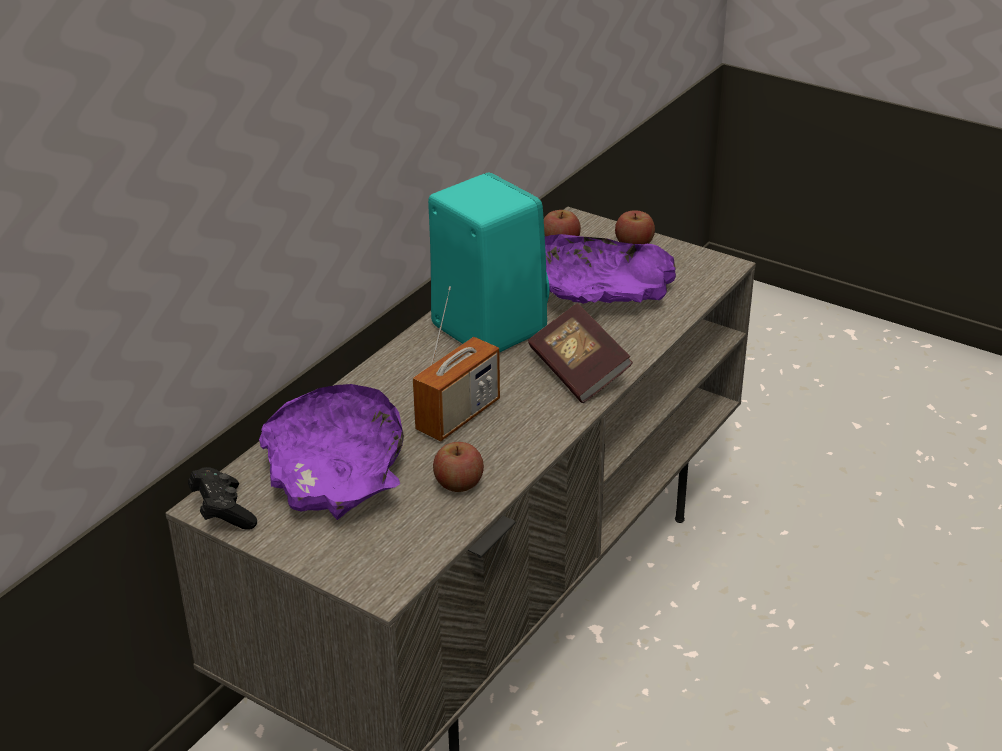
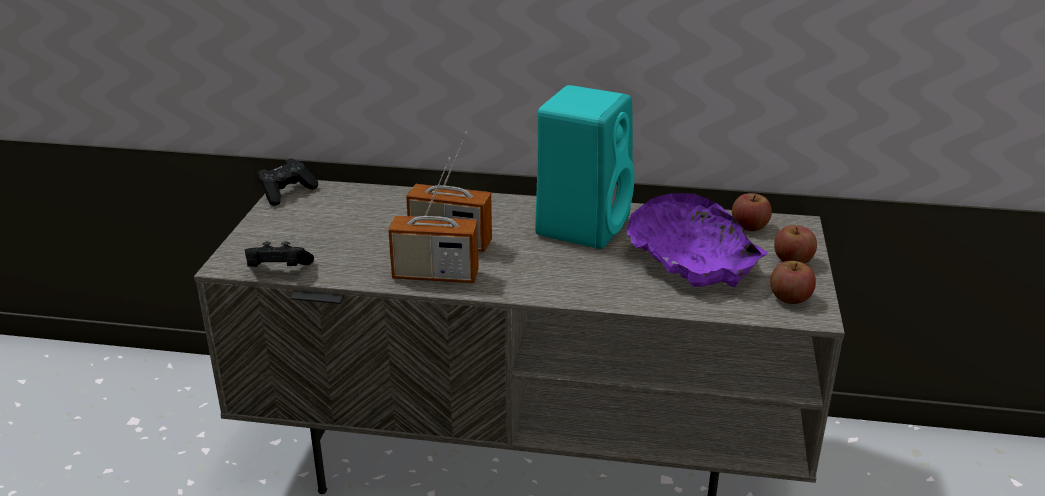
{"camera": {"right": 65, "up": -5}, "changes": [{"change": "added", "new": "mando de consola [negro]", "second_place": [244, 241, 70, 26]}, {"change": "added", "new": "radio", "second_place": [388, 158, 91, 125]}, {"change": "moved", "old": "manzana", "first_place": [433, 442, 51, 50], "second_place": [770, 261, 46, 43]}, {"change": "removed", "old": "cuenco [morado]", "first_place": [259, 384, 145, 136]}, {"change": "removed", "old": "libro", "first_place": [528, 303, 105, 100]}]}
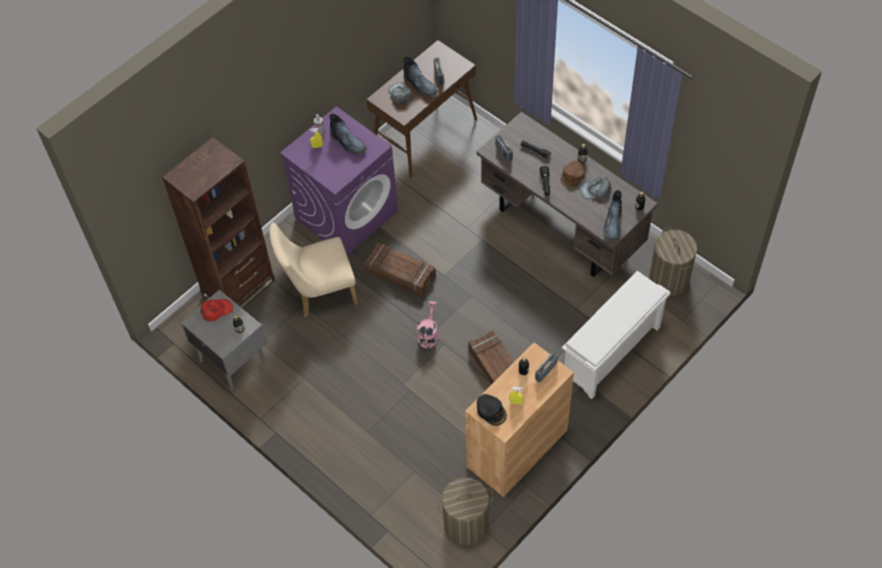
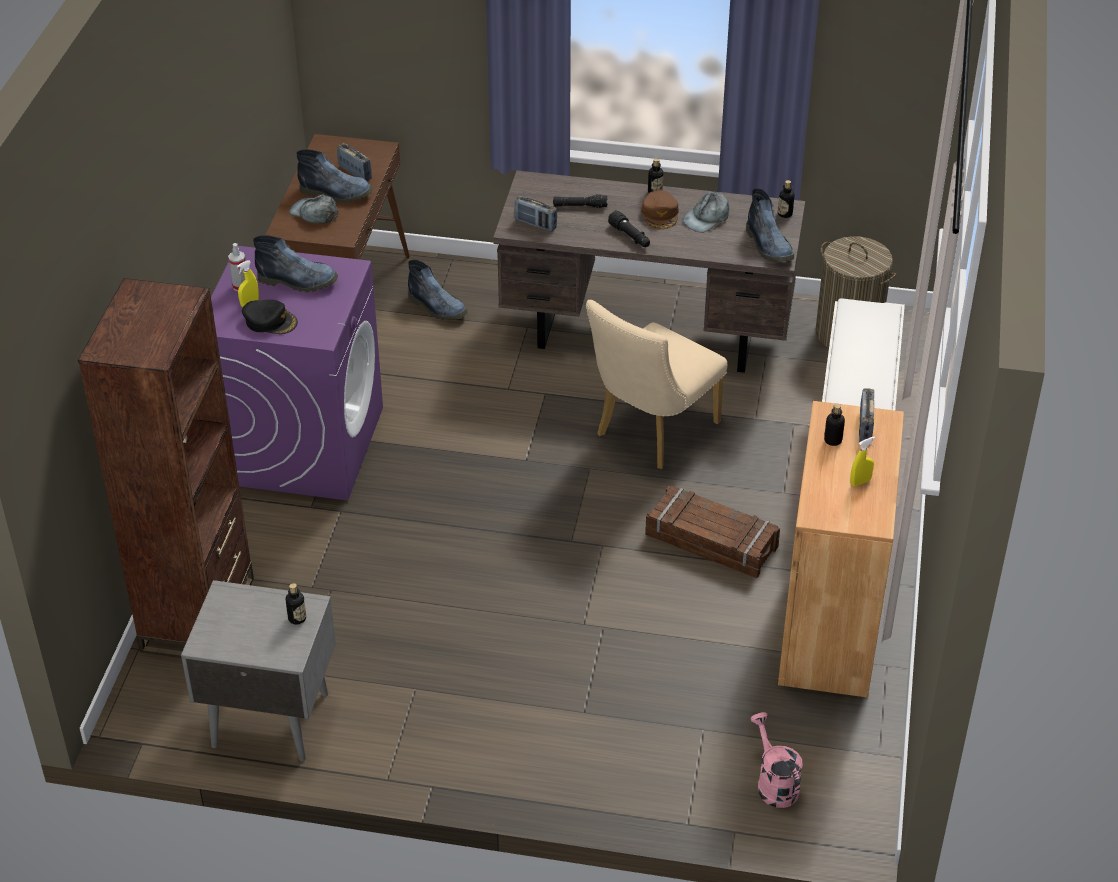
{"camera": {"right": -35, "up": -15}, "changes": [{"change": "moved", "old": "gorra [negro]", "first_place": [477, 394, 30, 32], "second_place": [242, 300, 56, 34]}, {"change": "added", "new": "bota", "second_place": [408, 260, 60, 60]}, {"change": "moved", "old": "silla [beis]", "first_place": [270, 223, 88, 94], "second_place": [586, 300, 141, 169]}, {"change": "moved", "old": "regadera [rosa]", "first_place": [417, 301, 21, 47], "second_place": [750, 712, 53, 96]}, {"change": "removed", "old": "gorra [rojo]", "first_place": [200, 299, 33, 22]}, {"change": "removed", "old": "caja de embalaje", "first_place": [364, 243, 72, 53]}, {"change": "removed", "old": "cesto de la ropa", "first_place": [437, 477, 57, 69]}]}
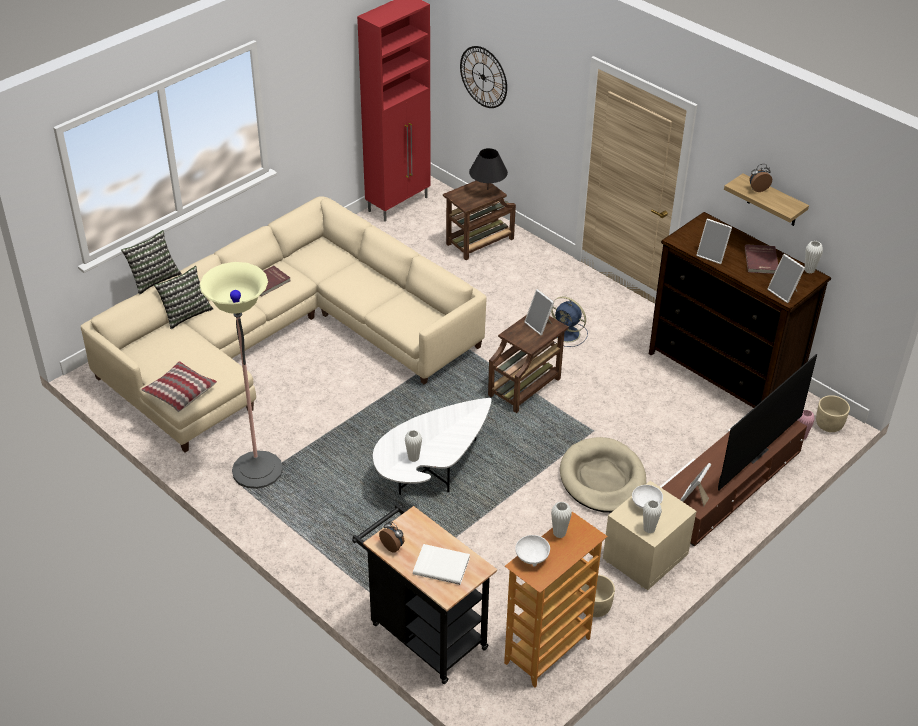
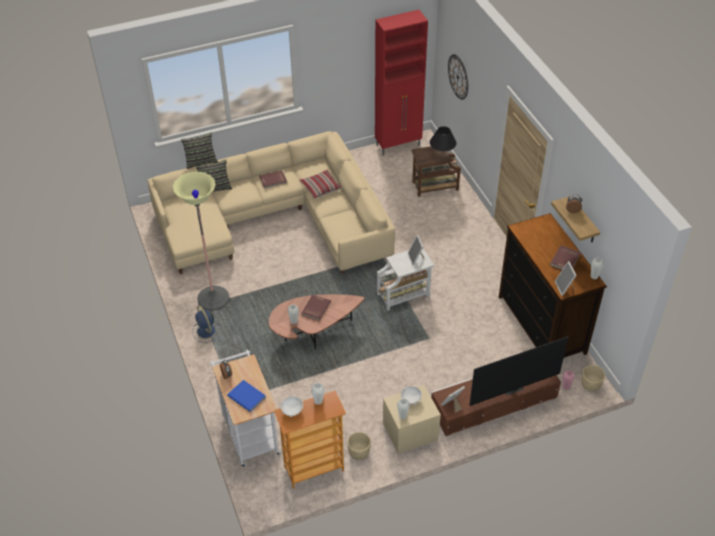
{"camera": {"right": 25, "up": 5}, "changes": [{"change": "moved", "old": "ventilador [azul]", "first_place": [551, 296, 37, 51], "second_place": [192, 305, 25, 38]}, {"change": "recoloured", "old": "carrito [negro]", "new": "carrito [blanco]", "first_place": [352, 504, 145, 180], "second_place": [210, 350, 71, 117]}, {"change": "recoloured", "old": "libro [blanco]", "new": "libro [azul]", "first_place": [413, 544, 57, 41], "second_place": [227, 380, 39, 32]}, {"change": "recoloured", "old": "mesa de centro [blanco]", "new": "mesa de centro [marrón]", "first_place": [373, 398, 119, 97], "second_place": [269, 294, 95, 55]}, {"change": "moved", "old": "cojín", "first_place": [141, 361, 76, 51], "second_place": [299, 170, 42, 29]}, {"change": "added", "new": "libro [rojo]", "second_place": [302, 295, 29, 26]}, {"change": "recoloured", "old": "mesa auxiliar [marrón]", "new": "mesa auxiliar [blanco]", "first_place": [488, 315, 81, 98], "second_place": [377, 249, 58, 62]}, {"change": "removed", "old": "cama para perro [beis]", "first_place": [560, 437, 86, 76]}, {"change": "removed", "old": "portarretratos", "first_place": [696, 219, 36, 45]}]}
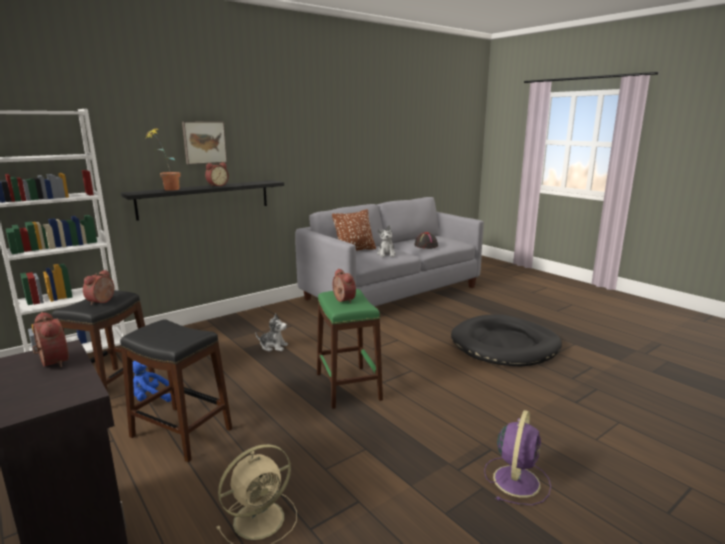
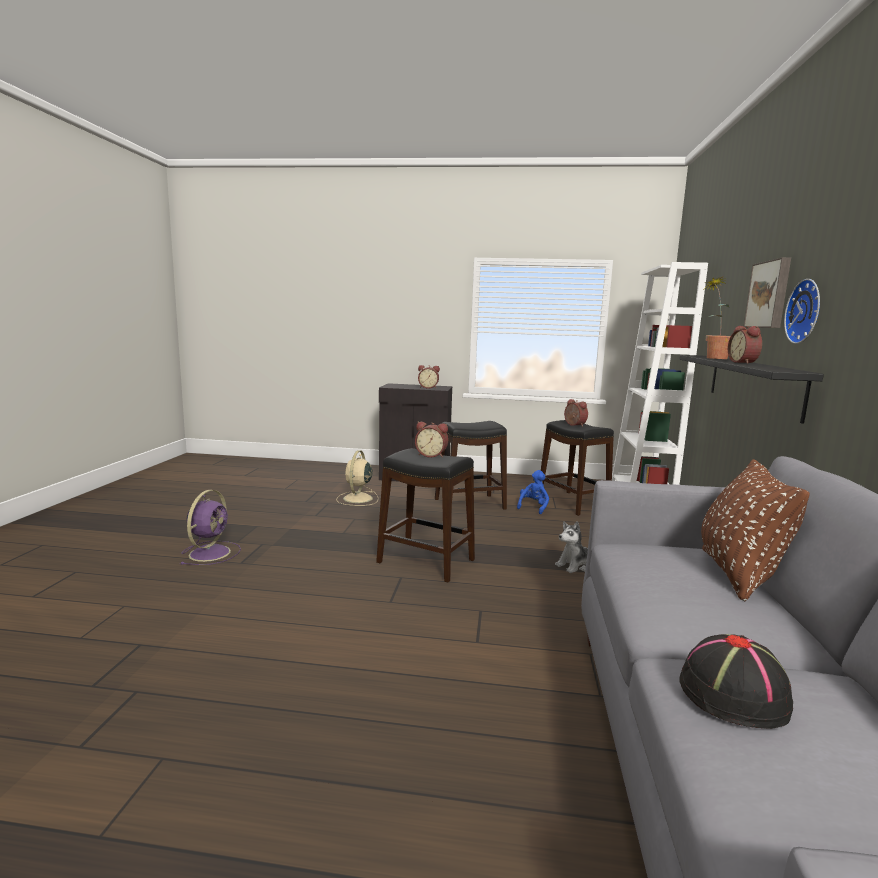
{"camera": {"right": 135, "up": -5}, "changes": [{"change": "turned", "old": "ventilador [morado]", "first_place": [484, 410, 67, 95], "second_place": [180, 490, 61, 75], "degrees": -150}, {"change": "recoloured", "old": "taburete [verde]", "new": "taburete [negro]", "first_place": [317, 289, 66, 120], "second_place": [376, 448, 99, 134]}, {"change": "added", "new": "reloj de pared", "second_place": [784, 279, 36, 65]}, {"change": "removed", "old": "peluche", "first_place": [377, 225, 19, 32]}, {"change": "removed", "old": "cama para perro [negro]", "first_place": [451, 314, 111, 53]}]}
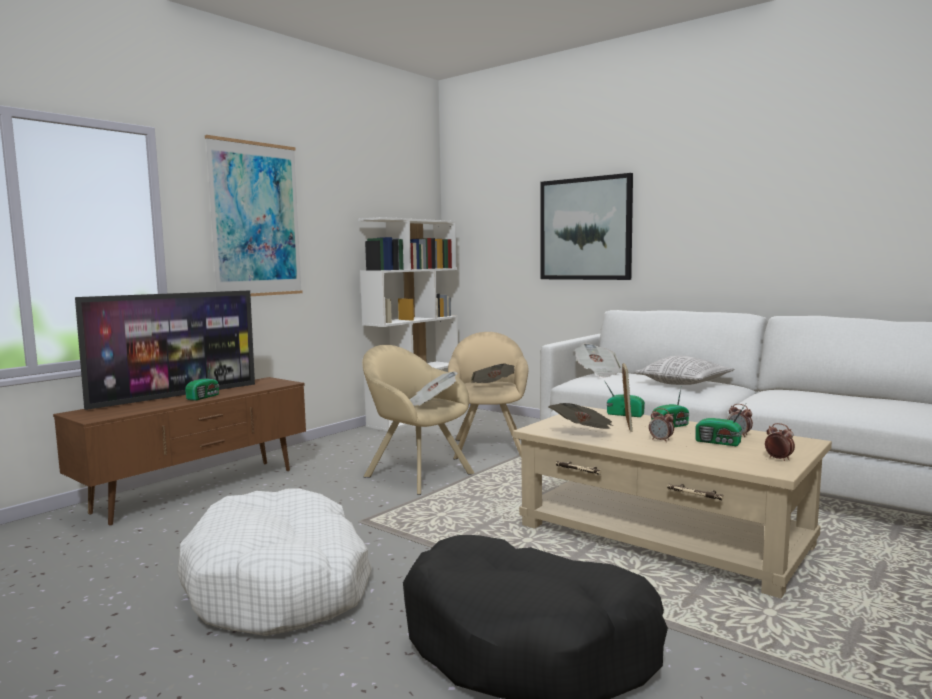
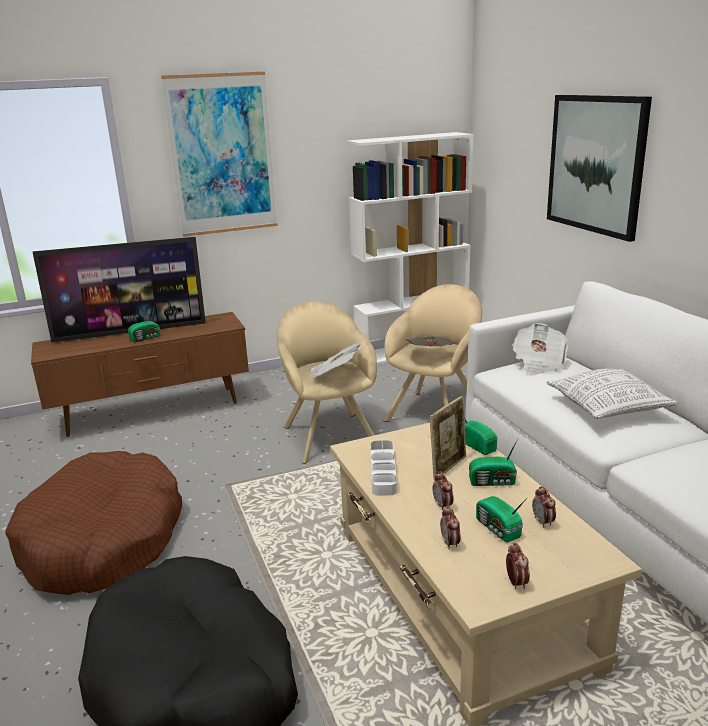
{"camera": {"right": 30, "up": 15}, "changes": [{"change": "recoloured", "old": "cama para perro [blanco]", "new": "cama para perro [marrón]", "first_place": [177, 488, 195, 148], "second_place": [6, 451, 176, 144]}, {"change": "replaced", "old": "periódico", "new": "bandeja [blanco]", "first_place": [548, 403, 65, 26], "second_place": [370, 440, 27, 56]}, {"change": "added", "new": "despertador", "second_place": [440, 506, 21, 44]}]}
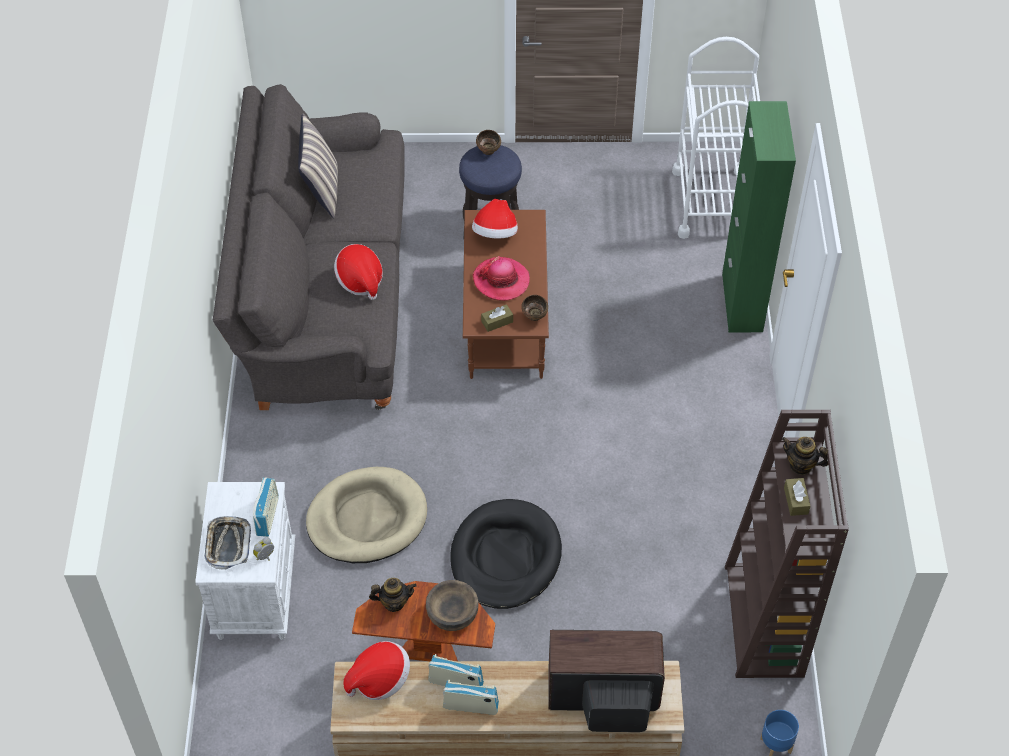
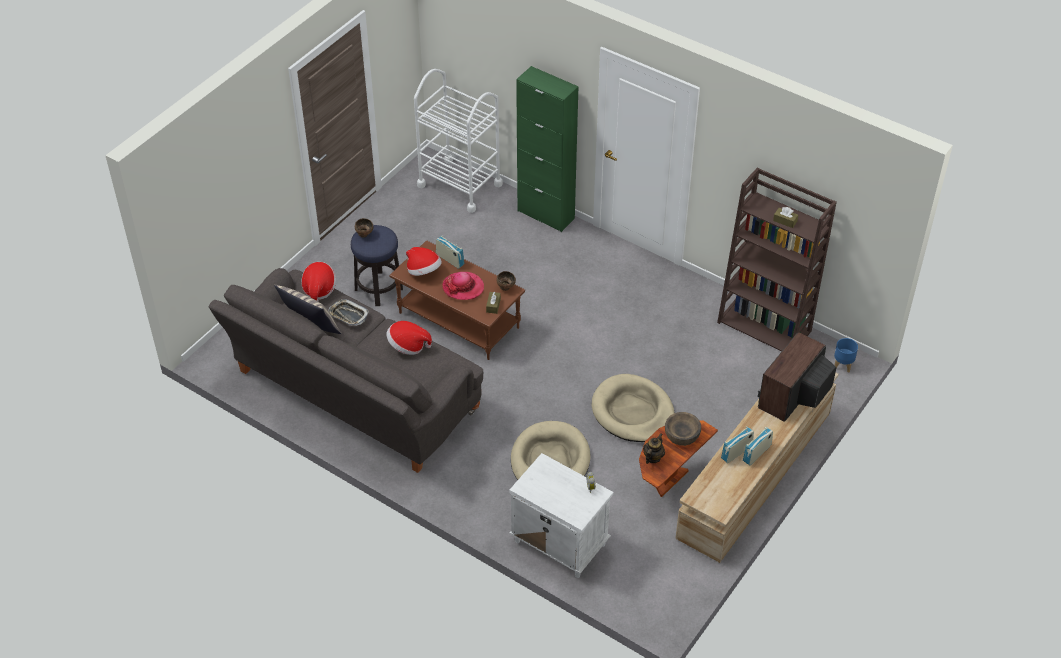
{"camera": {"right": -55, "up": -5}, "changes": [{"change": "moved", "old": "sombrero", "first_place": [343, 641, 67, 59], "second_place": [301, 262, 35, 39]}, {"change": "moved", "old": "bandeja", "first_place": [204, 516, 47, 54], "second_place": [328, 299, 41, 27]}, {"change": "moved", "old": "radio", "first_place": [253, 477, 26, 60], "second_place": [436, 235, 28, 34]}, {"change": "recoloured", "old": "cama para perro [negro]", "new": "cama para perro [beis]", "first_place": [450, 499, 112, 110], "second_place": [592, 374, 83, 68]}, {"change": "removed", "old": "tetera", "first_place": [782, 437, 46, 38]}]}
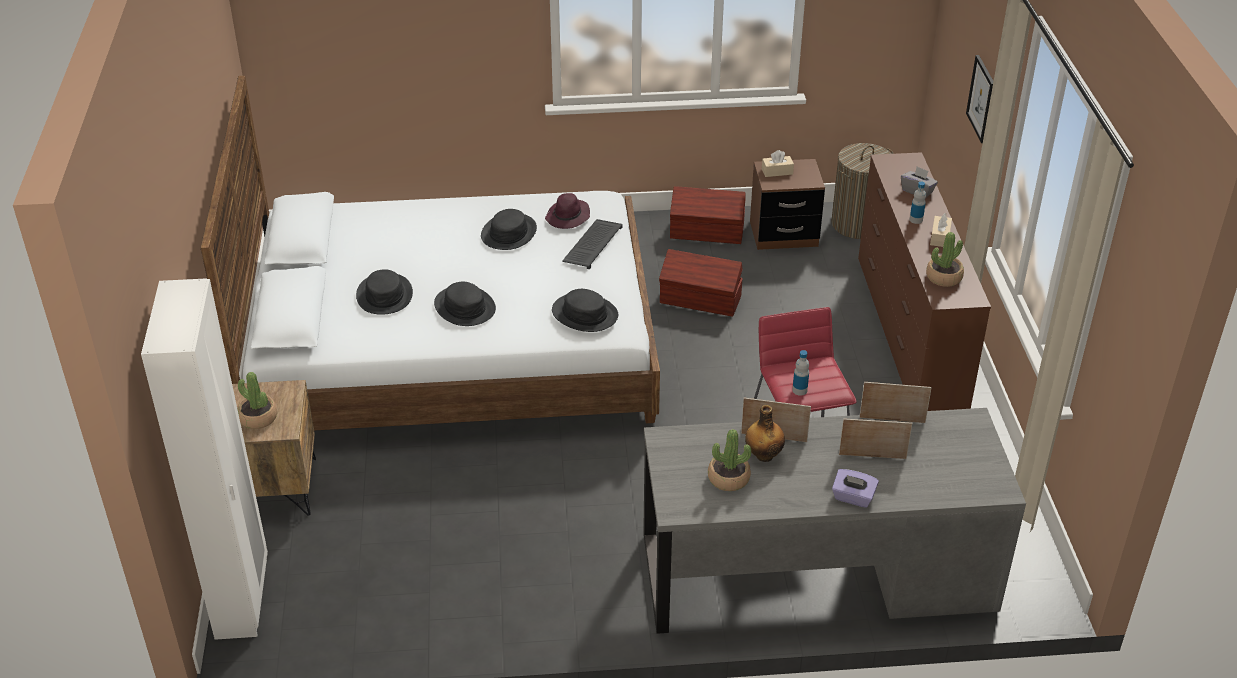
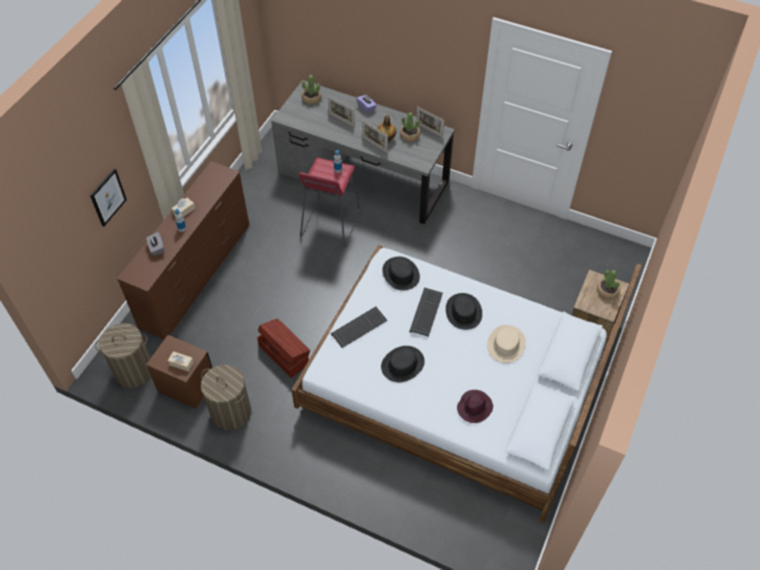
{"camera": {"right": -150, "up": 15}, "changes": [{"change": "replaced", "old": "caja de almacenaje [marrón]", "new": "cesto de la ropa", "first_place": [670, 186, 76, 58], "second_place": [201, 365, 50, 65]}, {"change": "moved", "old": "planta en maceta", "first_place": [926, 232, 38, 55], "second_place": [302, 75, 19, 30]}, {"change": "added", "new": "teclado", "second_place": [410, 287, 33, 50]}, {"change": "moved", "old": "portarretratos", "first_place": [859, 382, 73, 41], "second_place": [416, 106, 28, 32]}, {"change": "moved", "old": "sombrero [morado]", "first_place": [545, 193, 45, 36], "second_place": [457, 390, 36, 33]}, {"change": "recoloured", "old": "sombrero [negro]", "new": "sombrero [beis]", "first_place": [356, 269, 57, 46], "second_place": [487, 325, 39, 38]}, {"change": "removed", "old": "armario ropero [blanco]", "first_place": [141, 278, 127, 362]}]}
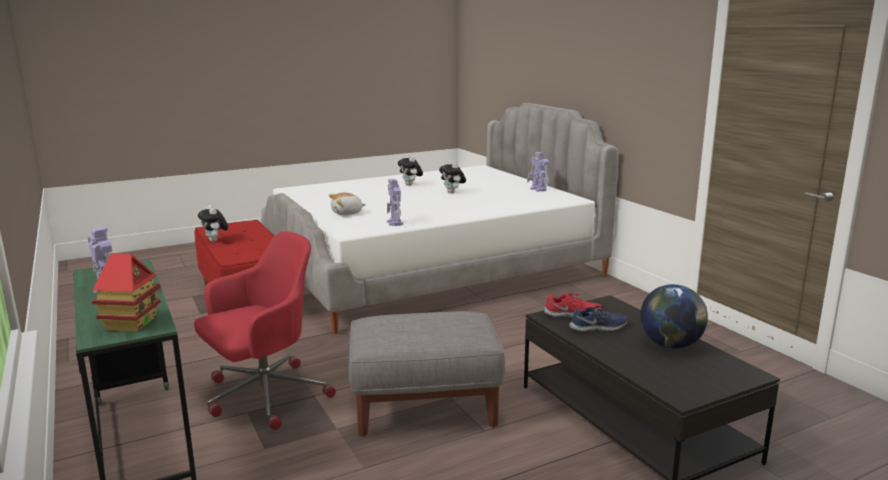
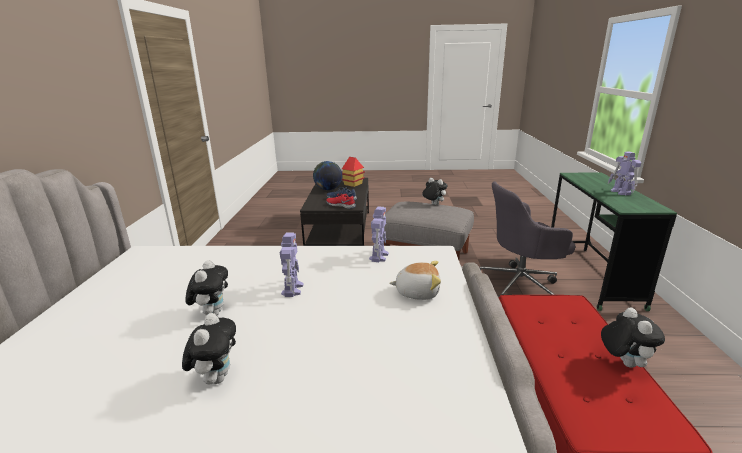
{"camera": {"right": -150, "up": 5}, "changes": [{"change": "moved", "old": "robot de juguete", "first_place": [527, 152, 22, 40], "second_place": [280, 232, 24, 65]}, {"change": "moved", "old": "casita", "first_place": [91, 253, 70, 79], "second_place": [342, 157, 23, 30]}, {"change": "added", "new": "peluche", "second_place": [422, 178, 25, 27]}, {"change": "recoloured", "old": "silla de oficina [rojo]", "new": "silla de oficina [gris]", "first_place": [194, 232, 142, 198], "second_place": [480, 181, 95, 117]}]}
